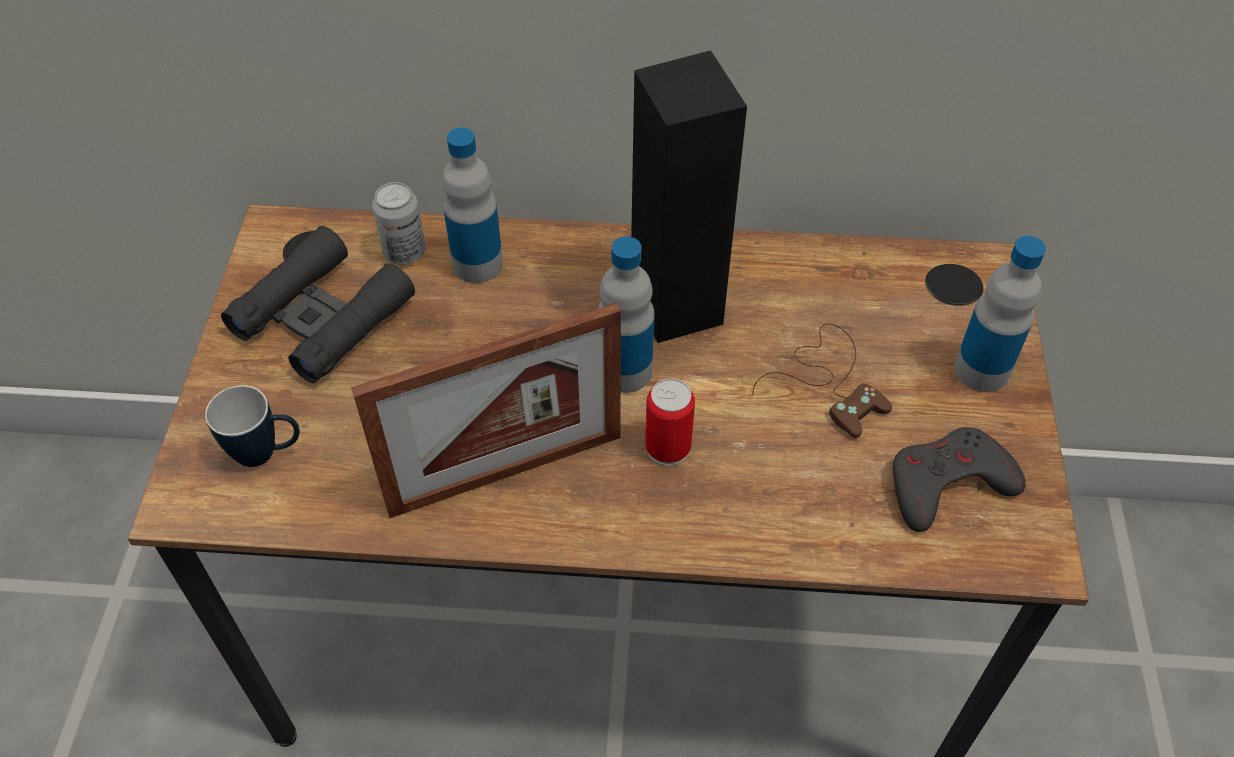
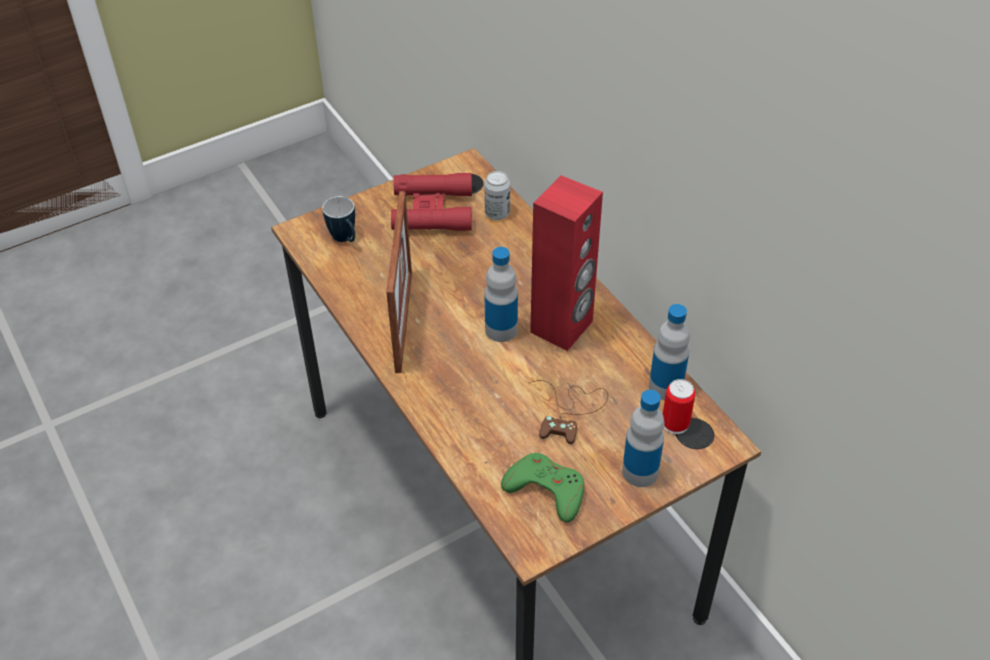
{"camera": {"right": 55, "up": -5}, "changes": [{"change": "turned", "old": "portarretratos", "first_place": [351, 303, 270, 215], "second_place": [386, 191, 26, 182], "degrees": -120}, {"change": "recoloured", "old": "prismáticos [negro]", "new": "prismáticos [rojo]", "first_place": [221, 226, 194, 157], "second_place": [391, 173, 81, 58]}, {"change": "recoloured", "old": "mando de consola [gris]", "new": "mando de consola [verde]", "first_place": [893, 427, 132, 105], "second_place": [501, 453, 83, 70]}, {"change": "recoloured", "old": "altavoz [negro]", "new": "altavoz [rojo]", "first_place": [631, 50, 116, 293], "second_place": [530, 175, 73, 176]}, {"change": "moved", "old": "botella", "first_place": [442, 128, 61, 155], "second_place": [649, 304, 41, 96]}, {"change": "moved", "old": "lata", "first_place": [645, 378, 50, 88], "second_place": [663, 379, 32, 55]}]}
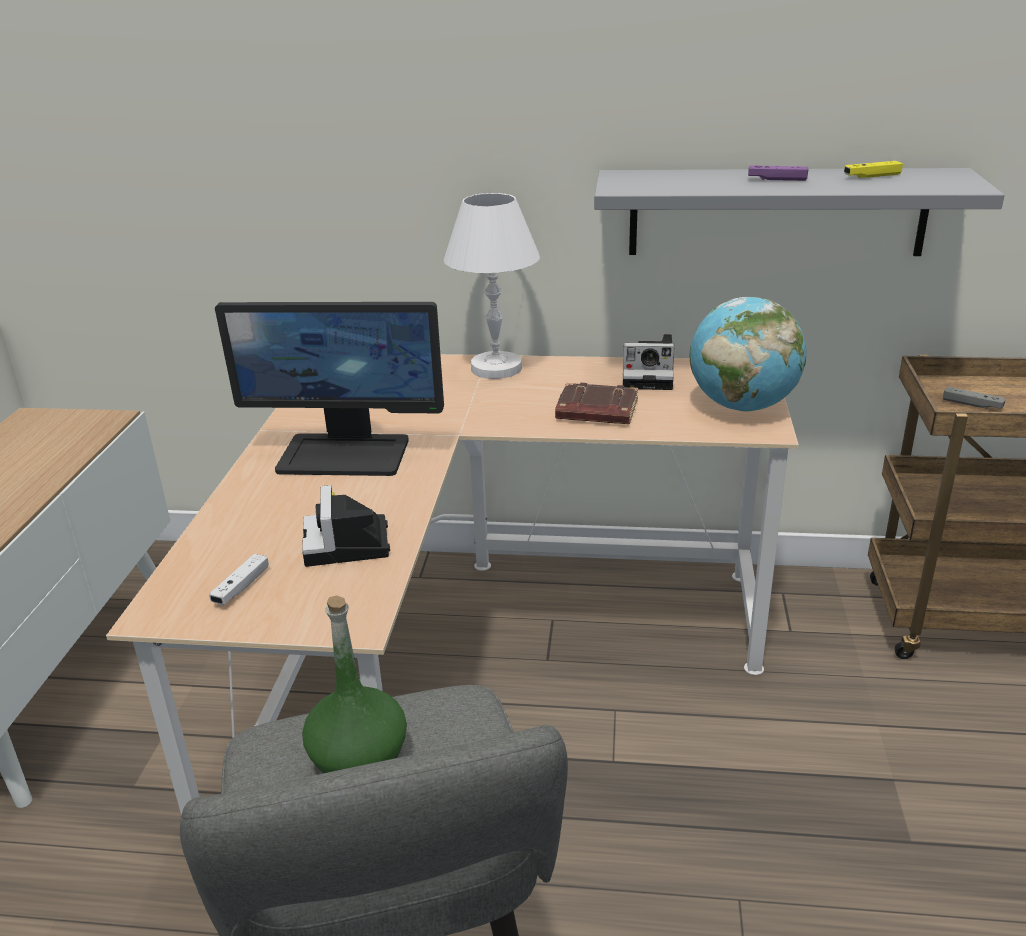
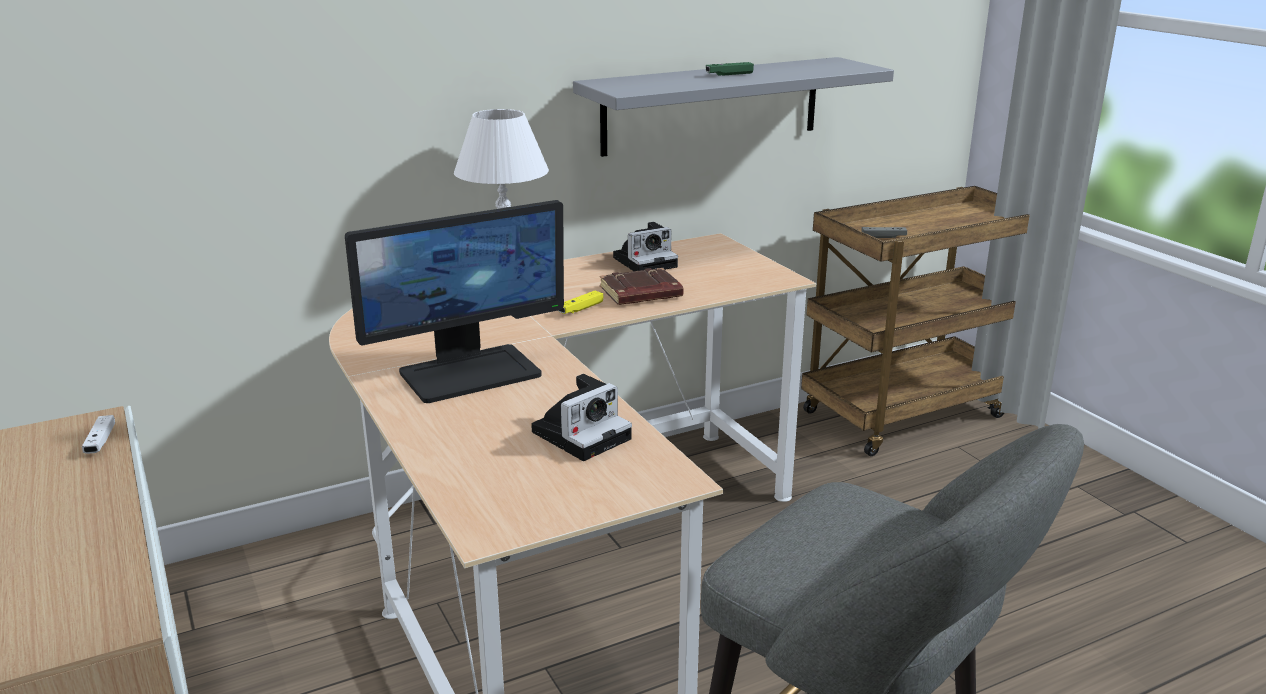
{"camera": {"right": -35, "up": -5}, "changes": [{"change": "moved", "old": "mando de consola [blanco]", "first_place": [209, 554, 60, 51], "second_place": [82, 415, 33, 39]}, {"change": "turned", "old": "cámara", "first_place": [302, 485, 88, 82], "second_place": [531, 374, 101, 87], "degrees": -90}, {"change": "moved", "old": "mando de consola [amarillo]", "first_place": [844, 161, 59, 17], "second_place": [558, 291, 45, 23]}, {"change": "recoloured", "old": "mando de consola [morado]", "new": "mando de consola [verde]", "first_place": [748, 165, 60, 16], "second_place": [706, 62, 48, 14]}, {"change": "removed", "old": "botella [verde]", "first_place": [302, 596, 105, 177]}, {"change": "removed", "old": "globo terráqueo", "first_place": [690, 297, 117, 115]}]}
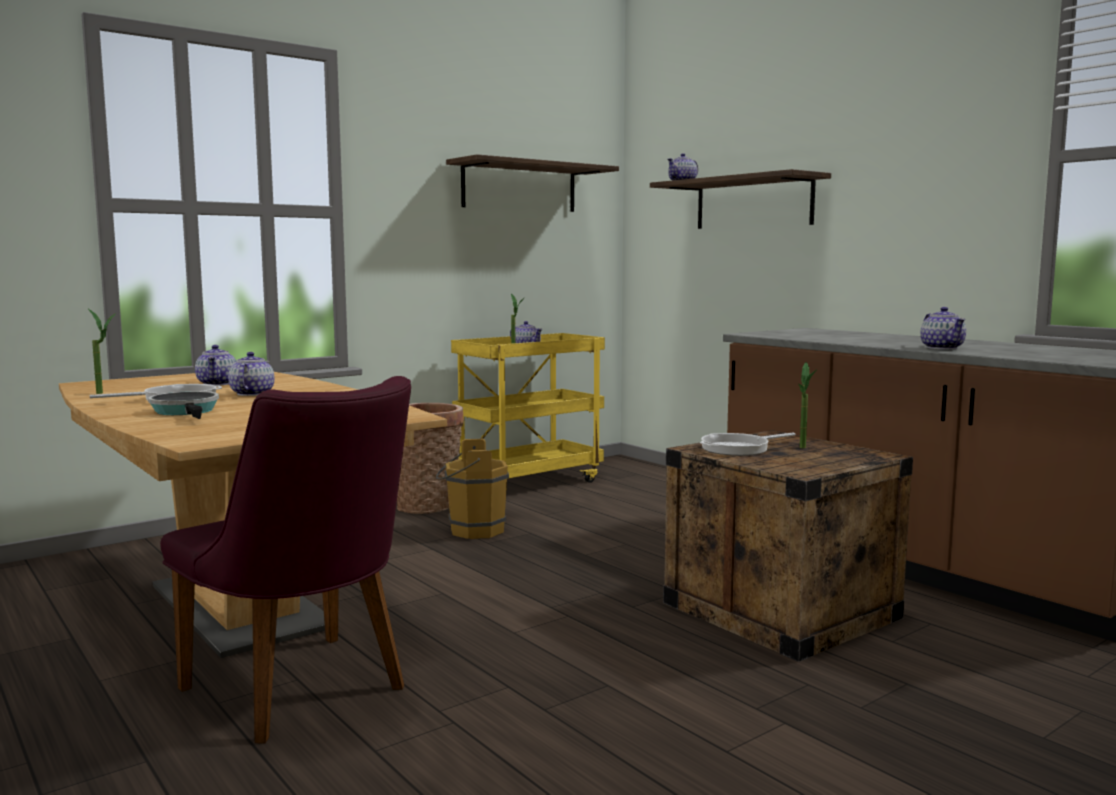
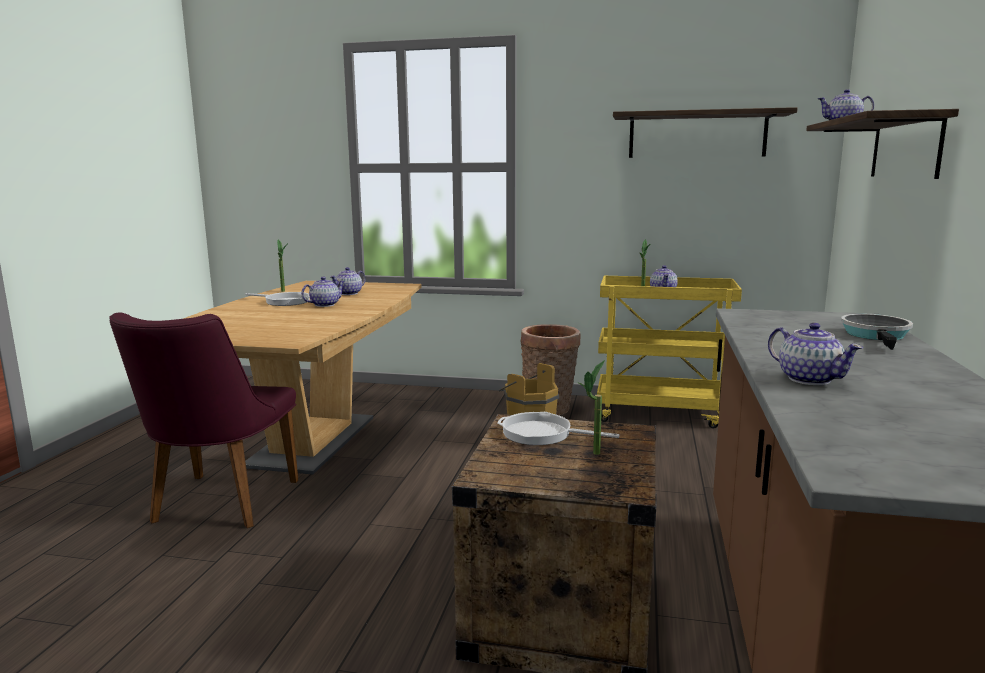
{"camera": {"right": 50, "up": 5}, "changes": [{"change": "turned", "old": "tetera", "first_place": [920, 307, 46, 42], "second_place": [768, 323, 95, 62], "degrees": -75}, {"change": "moved", "old": "sartén", "first_place": [148, 391, 71, 28], "second_place": [841, 314, 72, 36]}]}
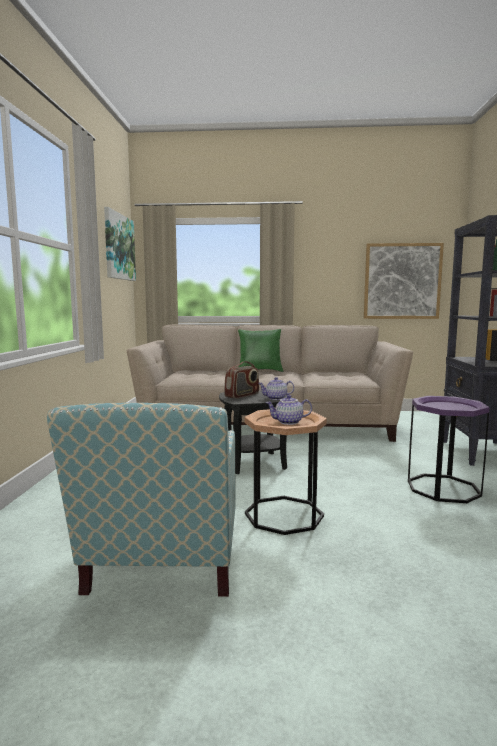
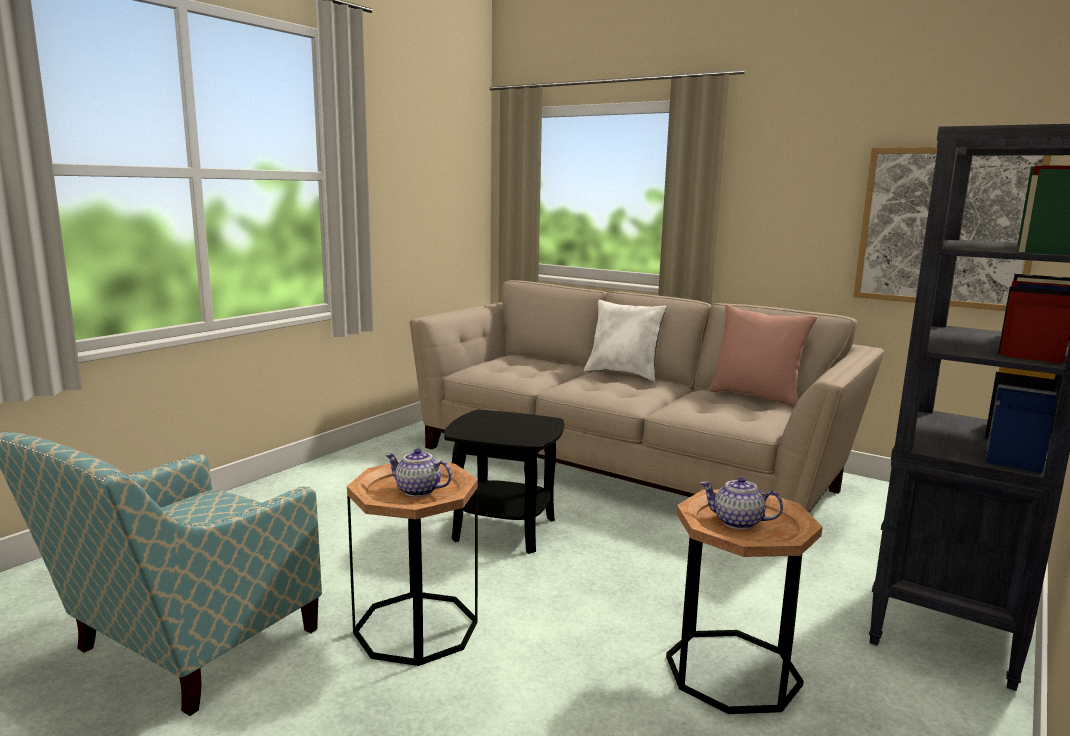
{"camera": {"right": 30, "up": 5}, "changes": [{"change": "recoloured", "old": "cojín [verde]", "new": "cojín [blanco]", "first_place": [238, 329, 45, 43], "second_place": [584, 300, 83, 81]}, {"change": "recoloured", "old": "mesa auxiliar [morado]", "new": "mesa auxiliar [marrón]", "first_place": [408, 396, 82, 107], "second_place": [666, 490, 157, 224]}, {"change": "moved", "old": "tetera", "first_place": [258, 377, 36, 23], "second_place": [700, 477, 83, 53]}, {"change": "added", "new": "cojín [rosa]", "second_place": [709, 305, 108, 102]}, {"change": "removed", "old": "cuadro", "first_place": [104, 207, 32, 74]}, {"change": "removed", "old": "radio", "first_place": [224, 361, 35, 38]}]}
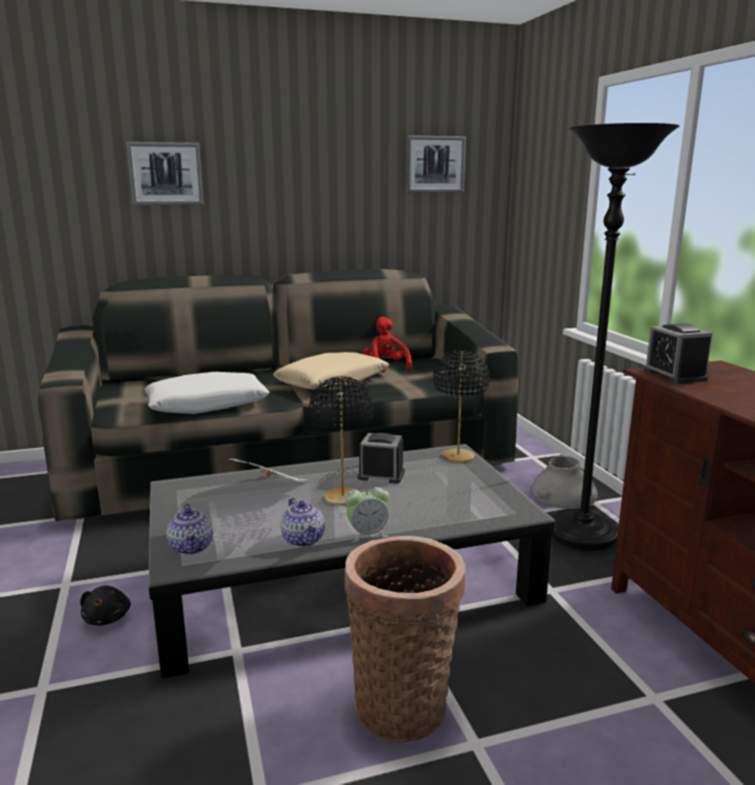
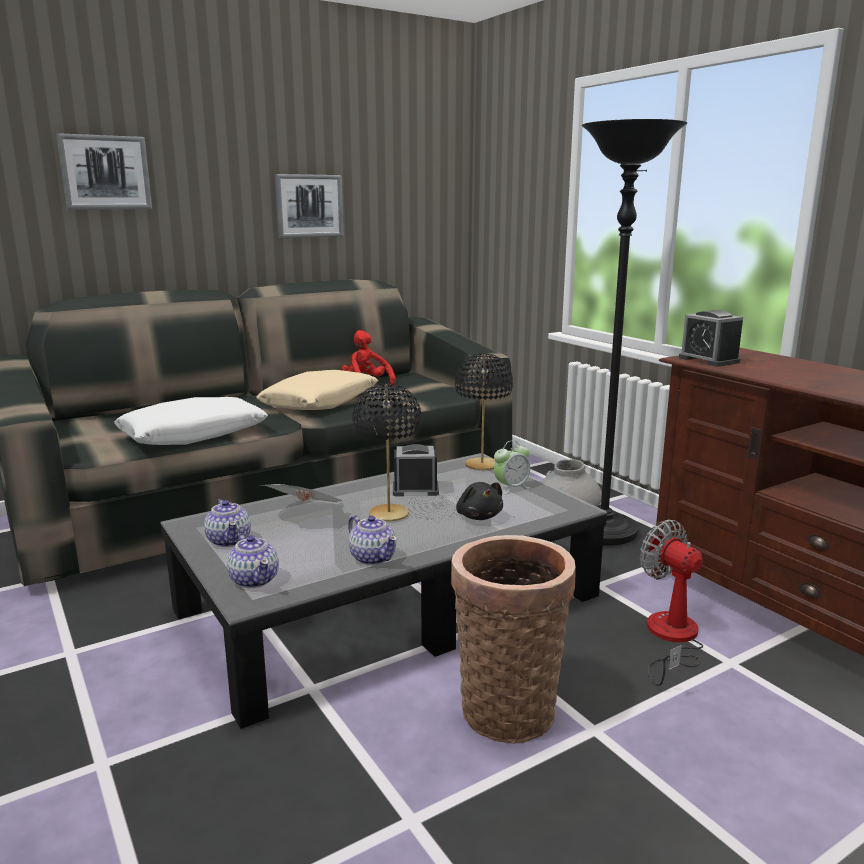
{"camera": {"right": -15, "up": 0}, "changes": [{"change": "added", "new": "tetera", "second_place": [204, 499, 47, 48]}, {"change": "moved", "old": "cuadro", "first_place": [406, 135, 60, 58], "second_place": [275, 174, 69, 64]}, {"change": "moved", "old": "peluche [negro]", "first_place": [80, 586, 51, 40], "second_place": [456, 482, 47, 38]}, {"change": "moved", "old": "despertador", "first_place": [344, 482, 45, 61], "second_place": [494, 440, 36, 55]}, {"change": "added", "new": "ventilador", "second_place": [640, 520, 63, 166]}]}
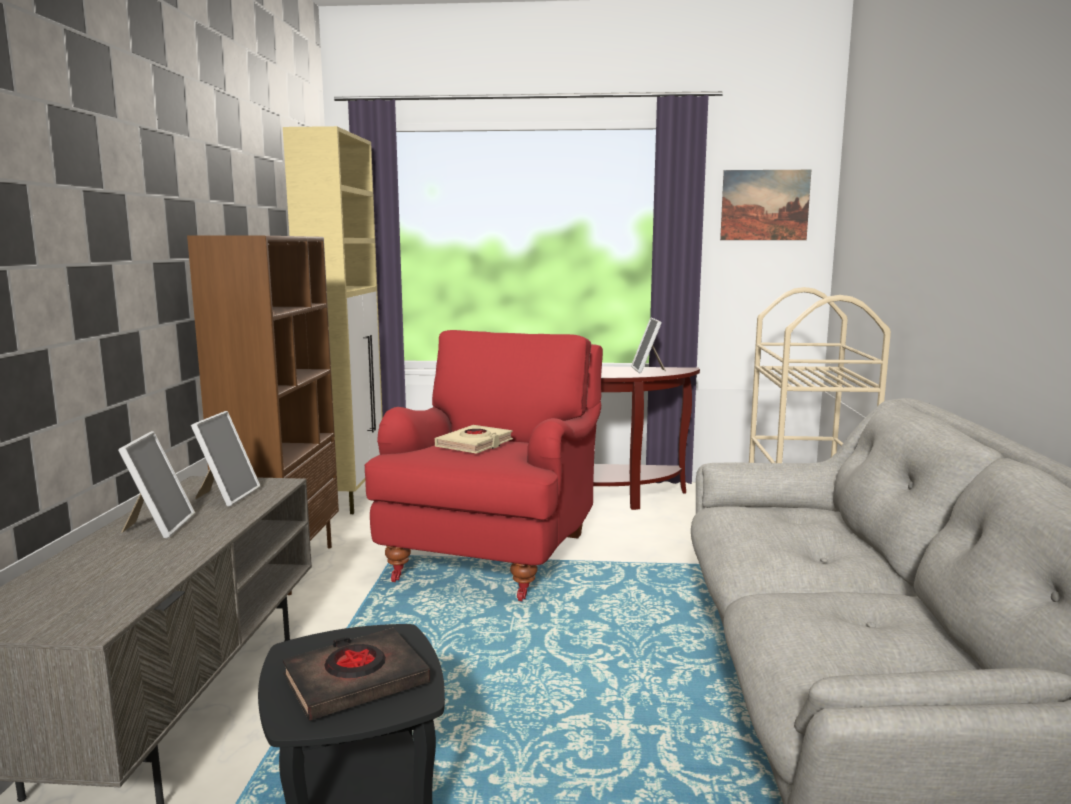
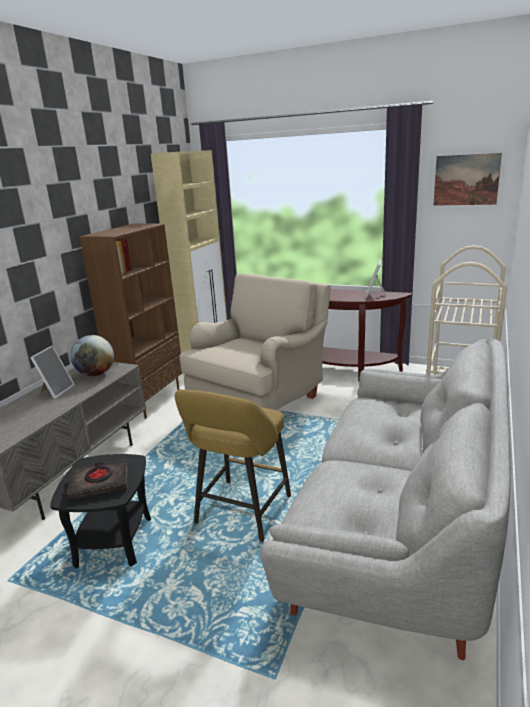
{"camera": {"right": 20, "up": 10}, "changes": [{"change": "replaced", "old": "portarretratos", "new": "globo terráqueo", "first_place": [191, 411, 70, 96], "second_place": [70, 335, 44, 41]}, {"change": "added", "new": "taburete [amarillo]", "second_place": [175, 389, 116, 153]}, {"change": "recoloured", "old": "sillón [rojo]", "new": "sillón [beis]", "first_place": [365, 330, 238, 271], "second_place": [179, 274, 152, 136]}, {"change": "removed", "old": "libro [beis]", "first_place": [435, 425, 78, 29]}]}
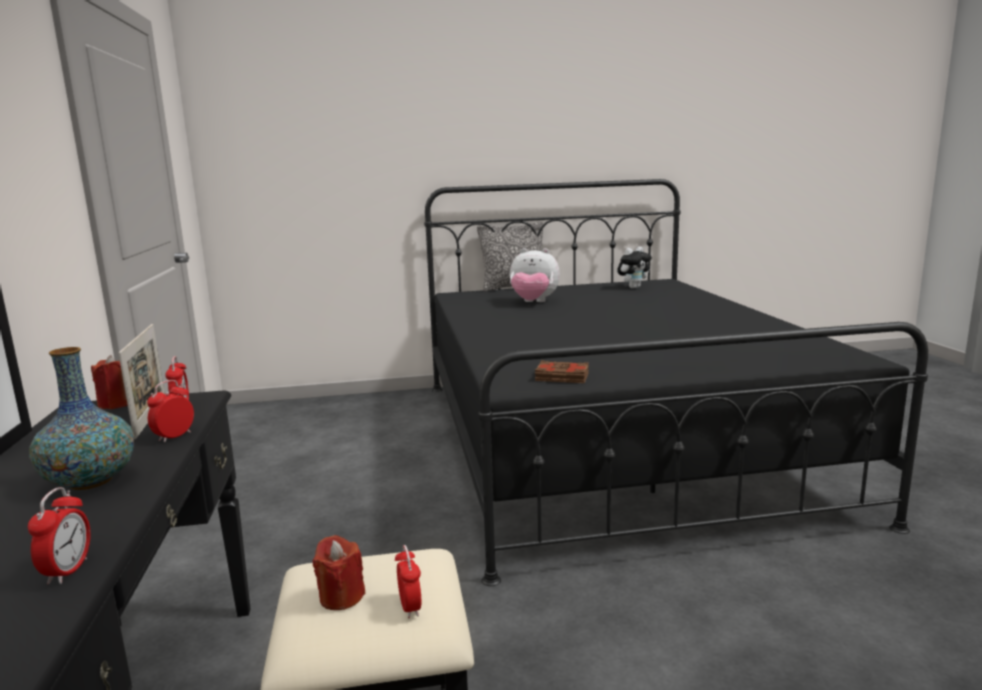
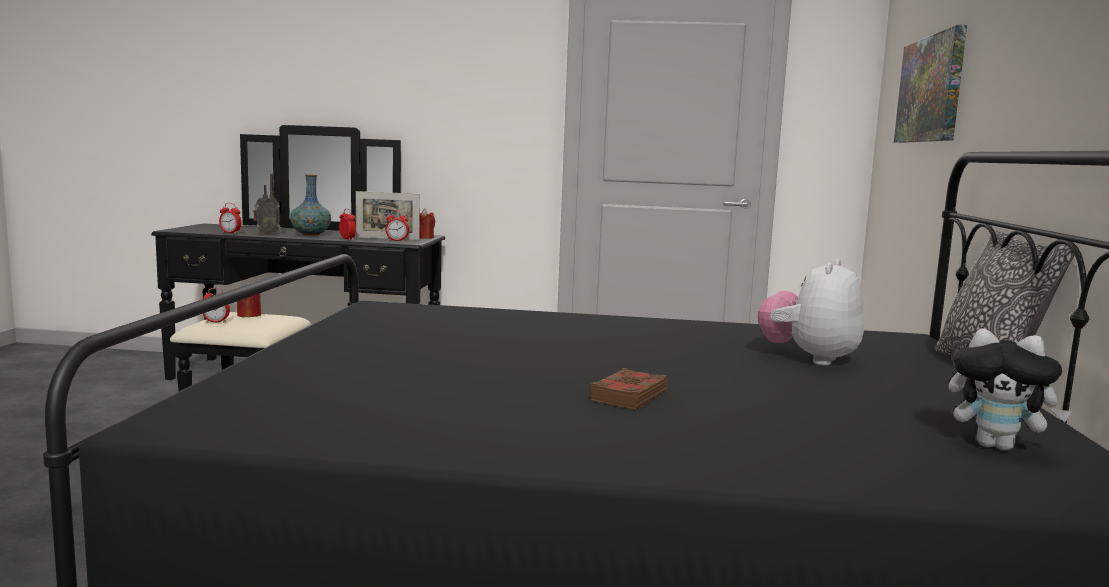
{"camera": {"right": 105, "up": -5}, "changes": [{"change": "added", "new": "radio", "second_place": [253, 174, 27, 61]}, {"change": "moved", "old": "libro [marrón]", "first_place": [535, 360, 54, 23], "second_place": [590, 368, 77, 42]}, {"change": "added", "new": "cuadro", "second_place": [894, 25, 73, 118]}, {"change": "turned", "old": "peluche", "first_place": [617, 246, 35, 43], "second_place": [949, 328, 123, 122], "degrees": -45}]}
